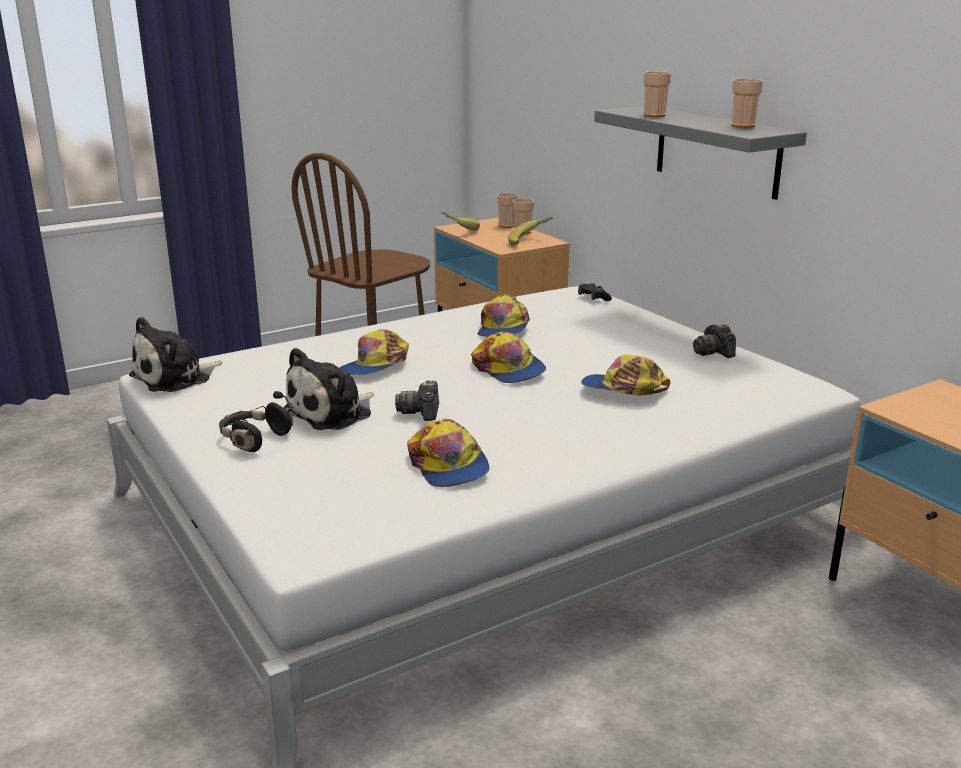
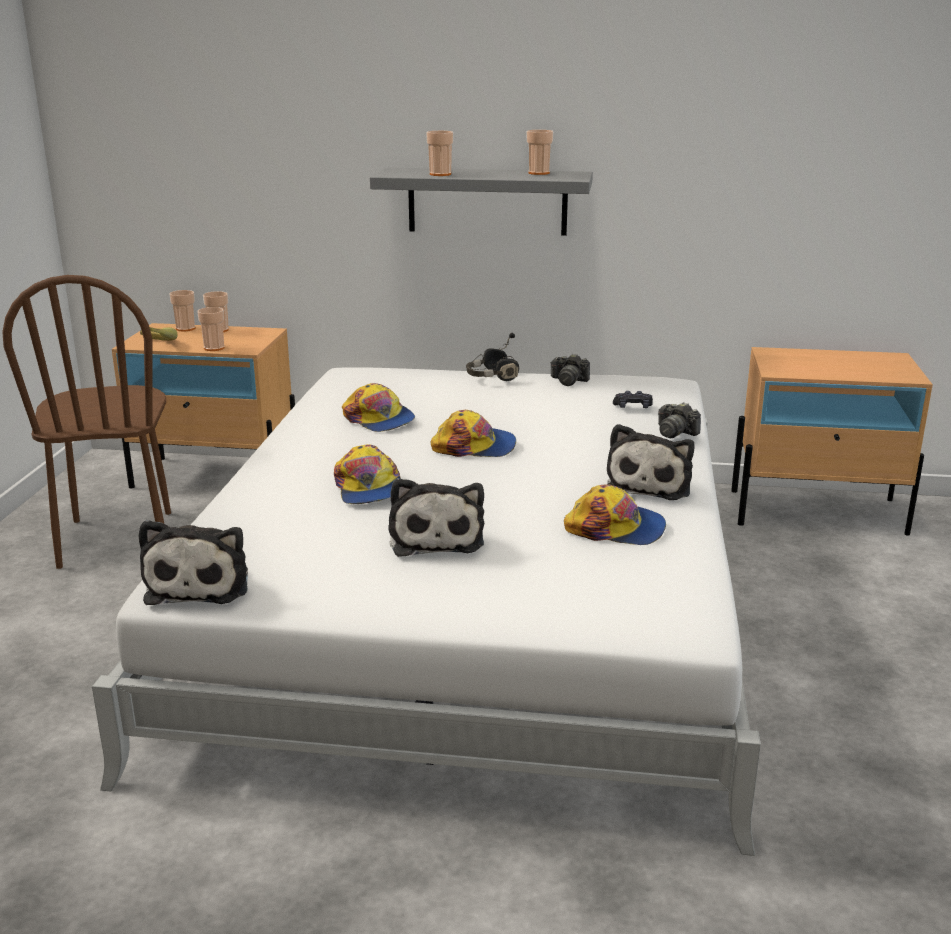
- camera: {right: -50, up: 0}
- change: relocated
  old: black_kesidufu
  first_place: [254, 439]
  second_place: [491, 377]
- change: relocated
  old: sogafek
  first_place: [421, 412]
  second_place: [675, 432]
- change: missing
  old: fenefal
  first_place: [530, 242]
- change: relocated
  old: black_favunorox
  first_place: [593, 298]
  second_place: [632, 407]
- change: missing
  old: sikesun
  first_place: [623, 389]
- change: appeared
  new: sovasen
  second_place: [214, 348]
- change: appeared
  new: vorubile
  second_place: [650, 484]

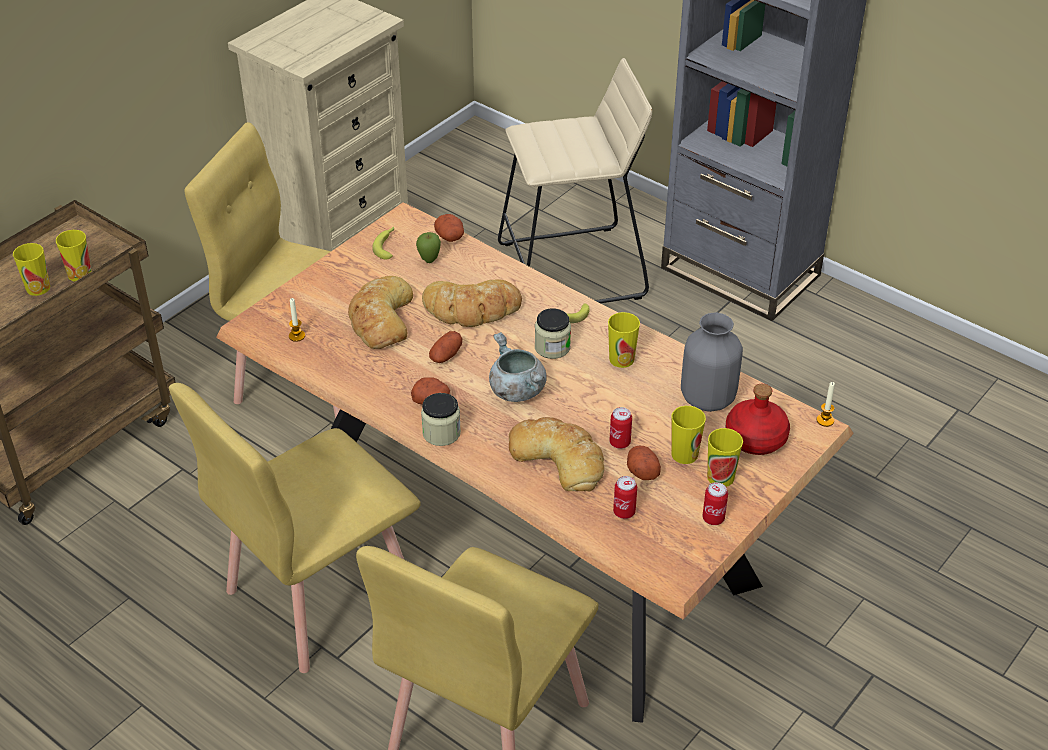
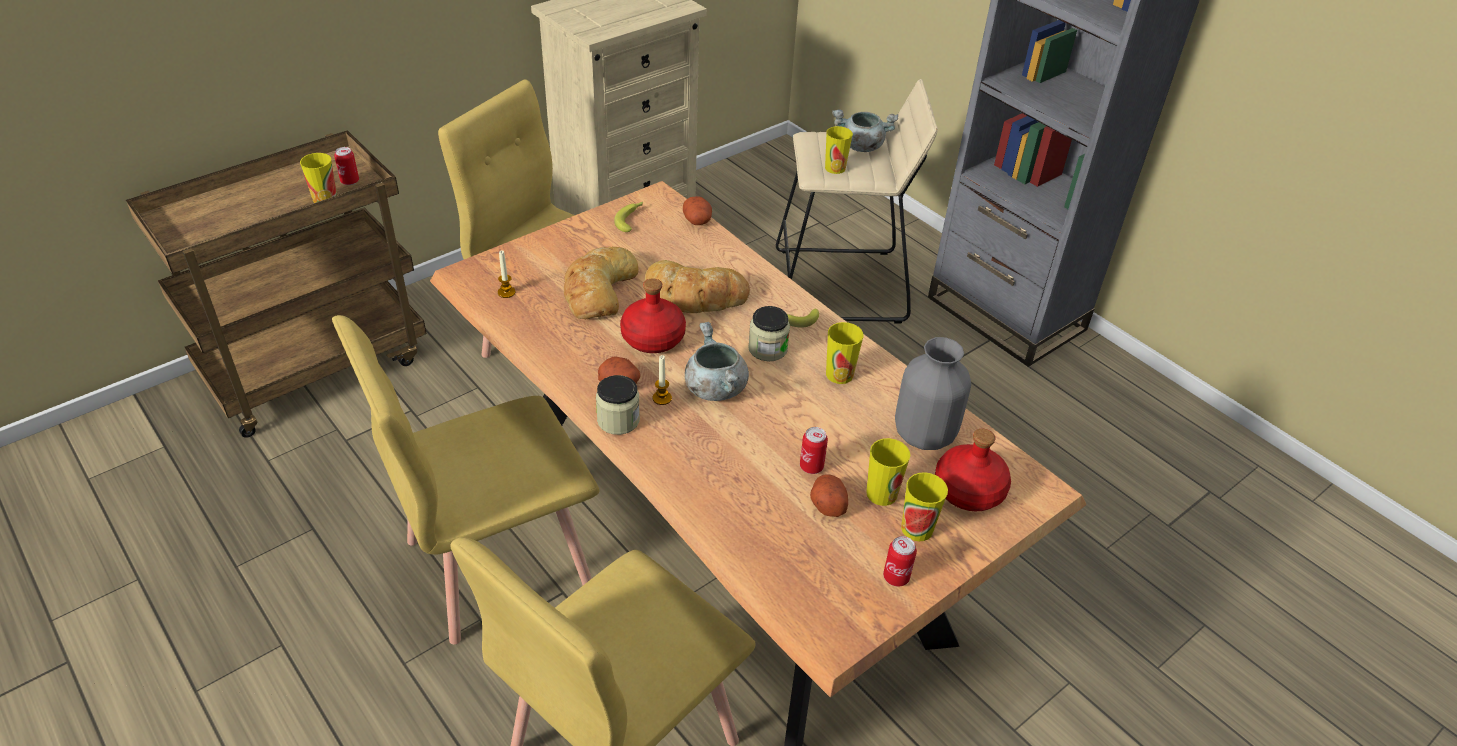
- camera: {right: 10, up: 0}
- change: relocated
  old: sovasen
  first_place: [38, 288]
  second_place: [835, 168]
- change: missing
  old: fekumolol
  first_place: [429, 260]
- change: exchanged
  old: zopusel
  new: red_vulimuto
  first_place: [446, 355]
  second_place: [652, 338]
- change: missing
  old: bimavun
  first_place: [559, 458]
- change: relocated
  old: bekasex
  first_place: [624, 512]
  second_place: [350, 181]
- change: relocated
  old: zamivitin
  first_place: [825, 420]
  second_place: [662, 398]
- change: appeared
  new: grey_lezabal
  second_place: [861, 146]

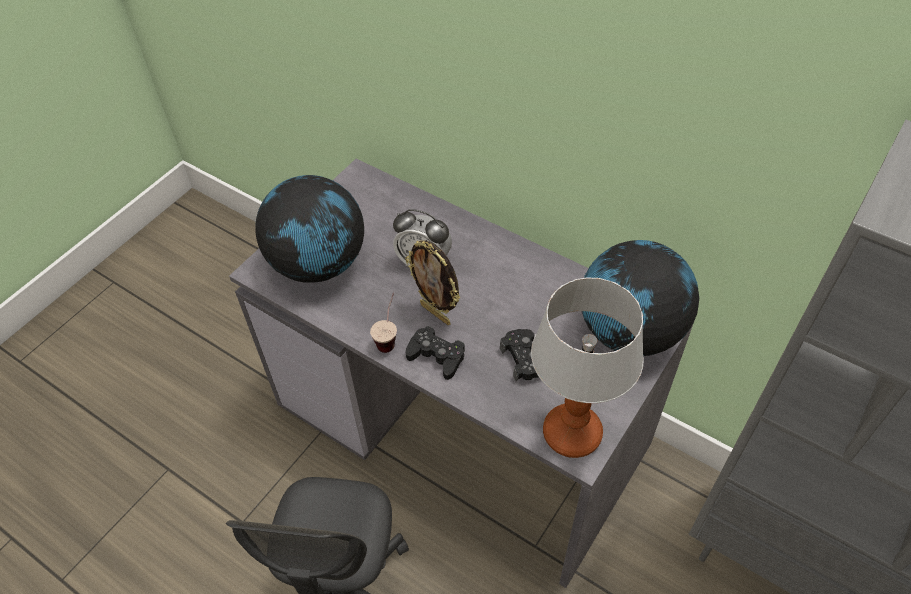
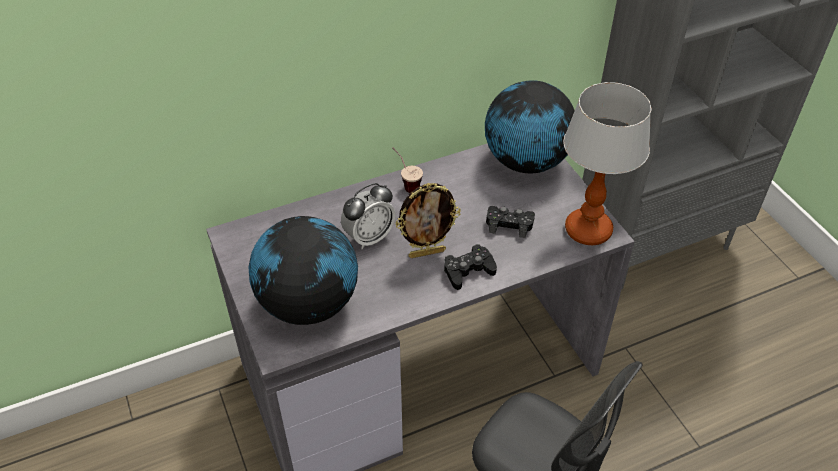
- camera: {right: -60, up: -5}
- change: relocated
  old: sovasen
  first_place: [389, 337]
  second_place: [406, 184]

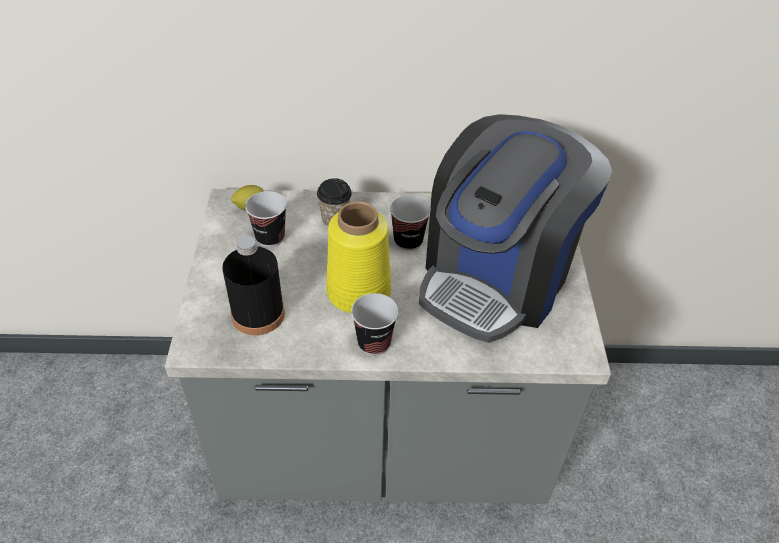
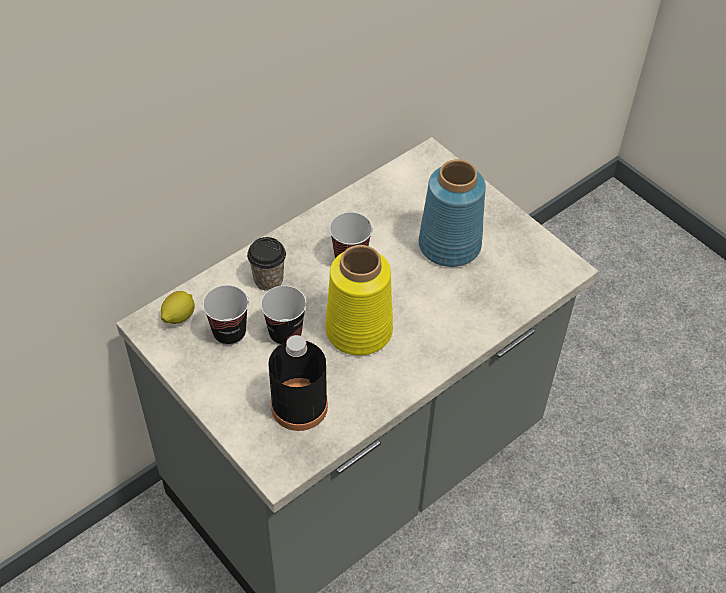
- camera: {right: -40, up: 5}
- change: relocated
  old: sovasen
  first_place: [374, 343]
  second_place: [285, 333]
- change: exchanged
  old: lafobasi
  new: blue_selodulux
  first_place: [498, 276]
  second_place: [450, 244]

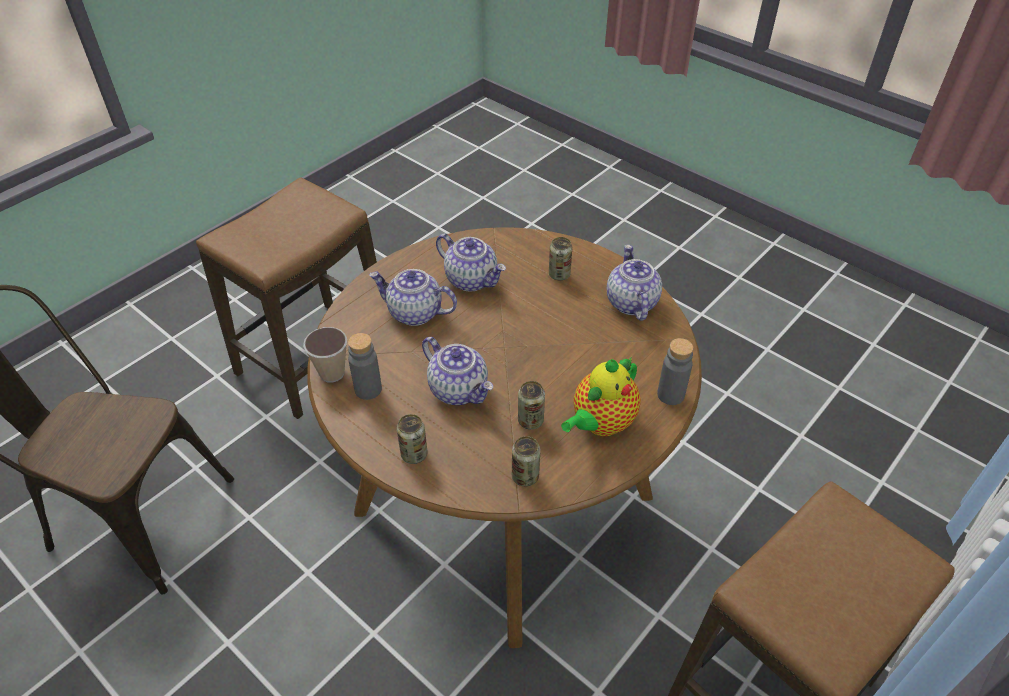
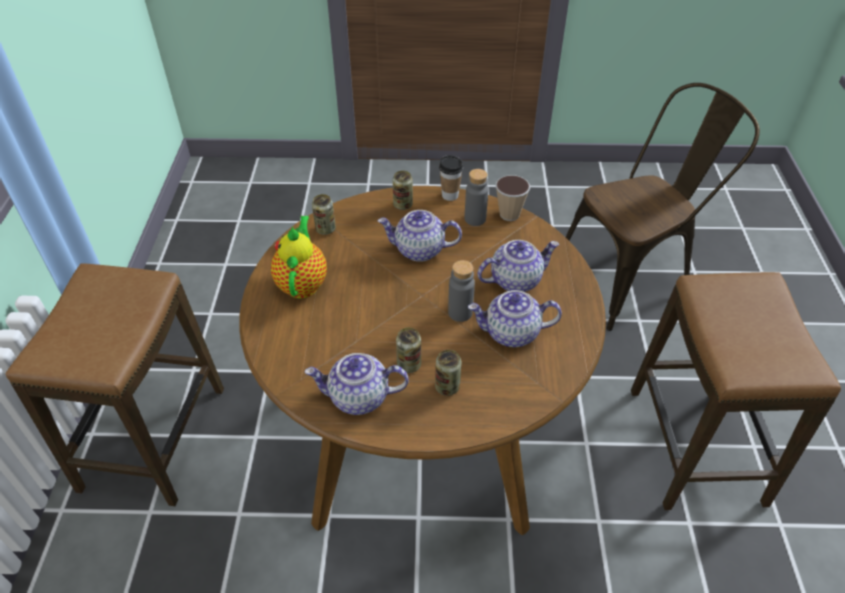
- camera: {right: 140, up: 0}
- change: relocated
  old: bekasex
  first_place: [530, 421]
  second_place: [409, 364]
- change: spun
  old: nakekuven
  first_place: [630, 302]
  second_place: [358, 398]
  degrees: 135
- change: relocated
  old: grey_vulimuto
  first_place: [670, 395]
  second_place: [460, 312]
- change: appeared
  new: sovasen
  second_place: [450, 195]

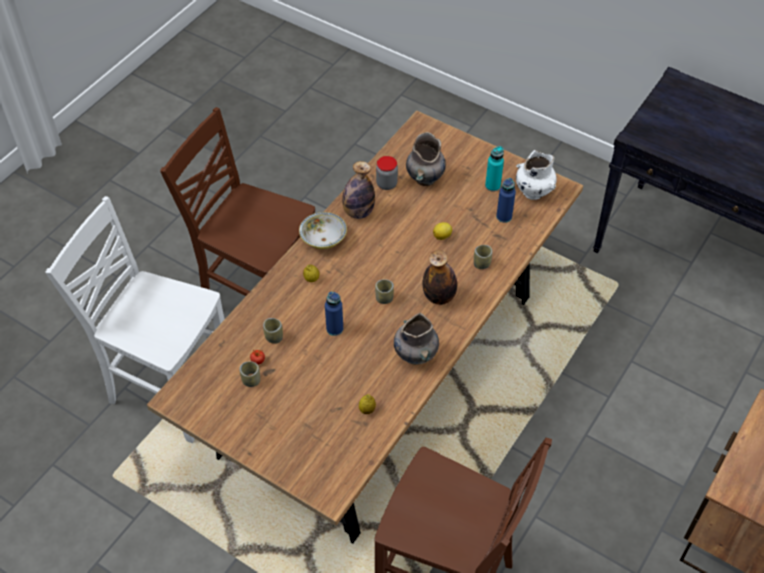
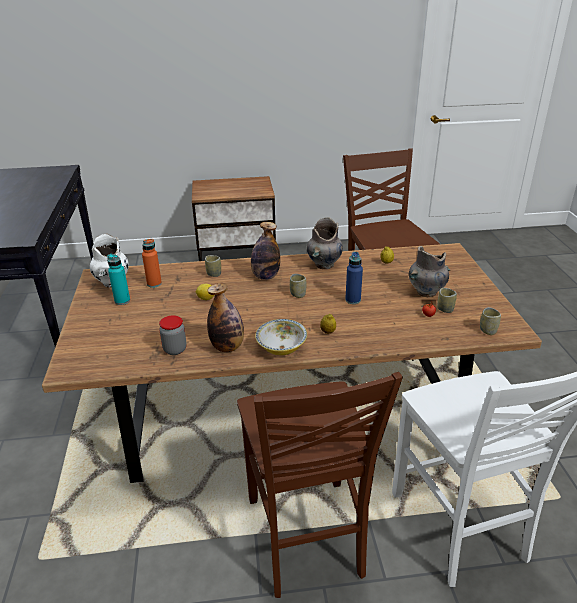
- camera: {right: -130, up: -20}
- change: relocated
  old: sovasen
  first_place: [274, 337]
  second_place: [488, 330]
- change: relocated
  old: grey_selodulux
  first_place: [425, 179]
  second_place: [426, 292]
- change: colour
  old: blue_vulimuto
  new: orange_vulimuto
  first_place: [504, 217]
  second_place: [154, 284]

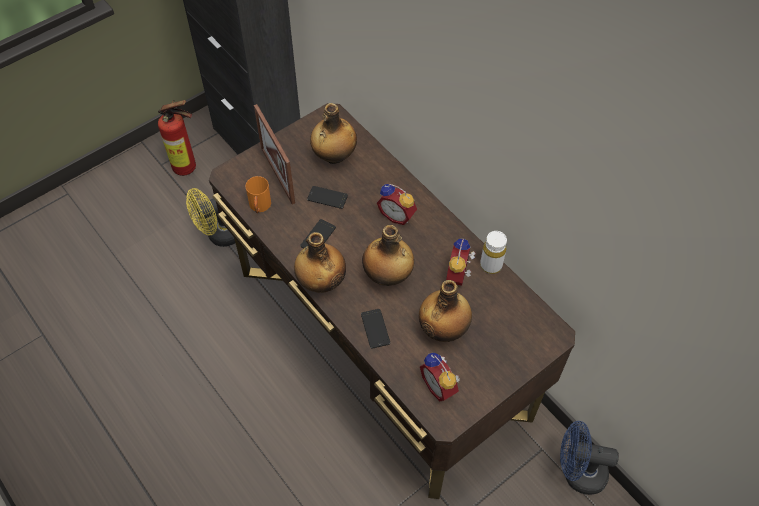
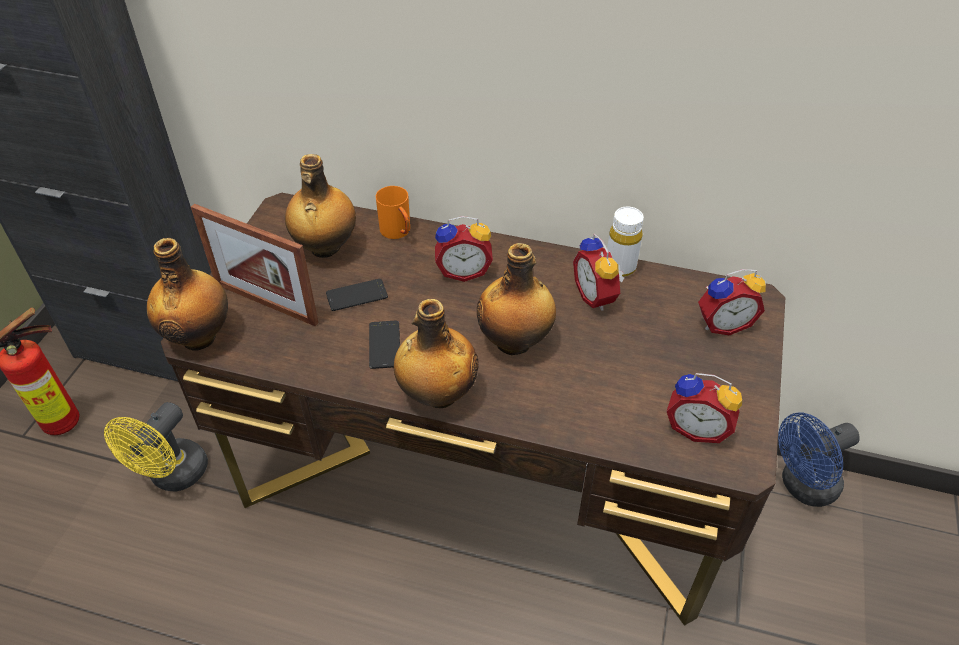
- camera: {right: -35, up: -10}
- change: relocated
  old: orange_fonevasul
  first_place: [260, 207]
  second_place: [398, 233]
- change: missing
  old: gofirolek
  first_place: [375, 328]
- change: relocated
  old: vulimuto
  first_place: [443, 329]
  second_place: [199, 336]
- change: appeared
  new: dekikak
  second_place: [723, 323]

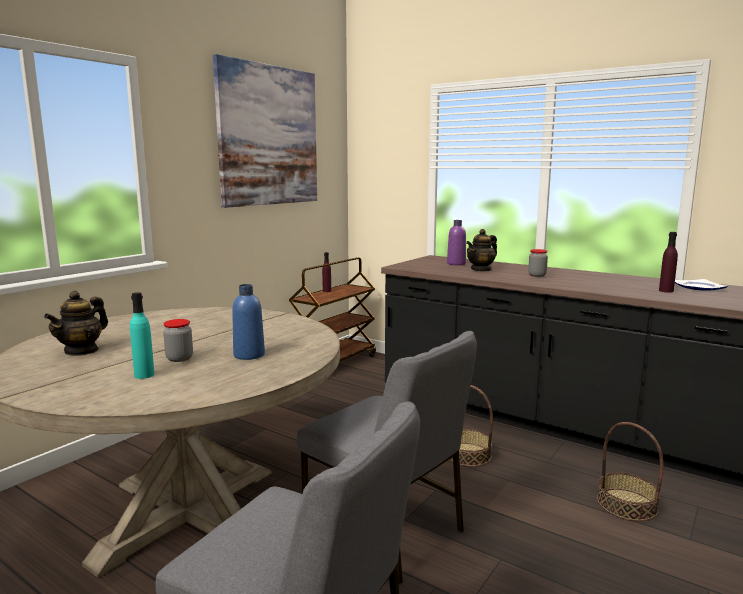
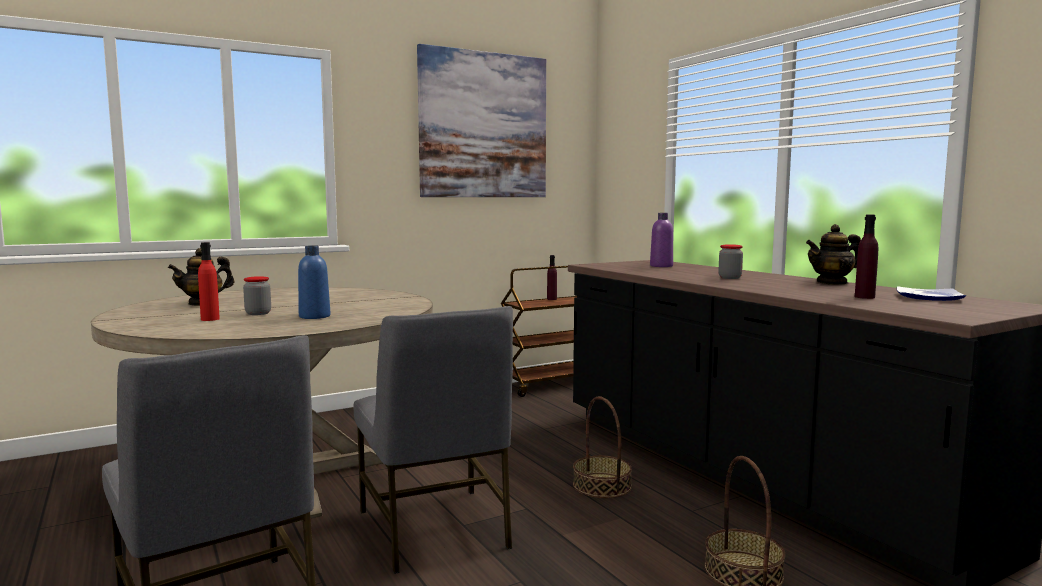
- camera: {right: 25, up: -5}
- change: colour
  old: turquoise_vulimuto
  new: red_vulimuto
  first_place: [144, 375]
  second_place: [210, 319]
- change: relocated
  old: nakekuven
  first_place: [481, 269]
  second_place: [832, 283]

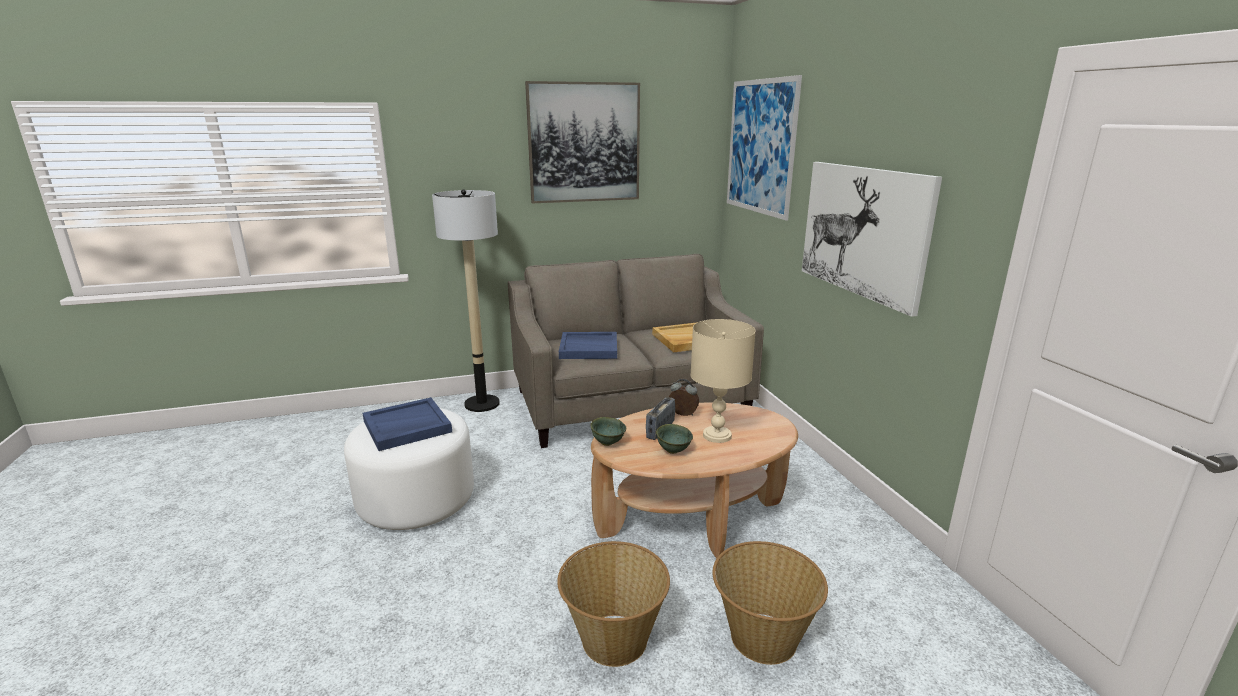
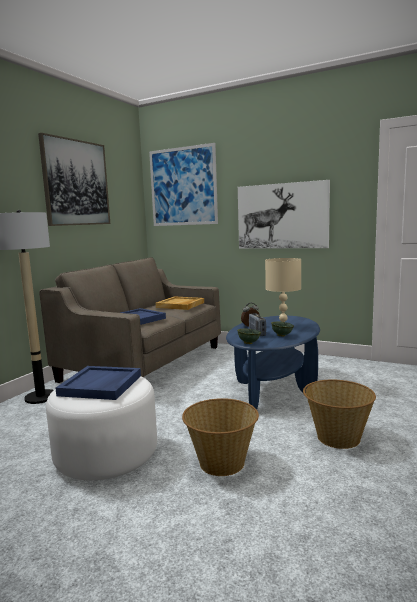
- camera: {right: -45, up: -10}
- change: colour
  old: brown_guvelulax
  new: blue_guvelulax
  first_place: [692, 519]
  second_place: [274, 388]
- change: relocated
  old: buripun
  first_place: [762, 638]
  second_place: [222, 463]

